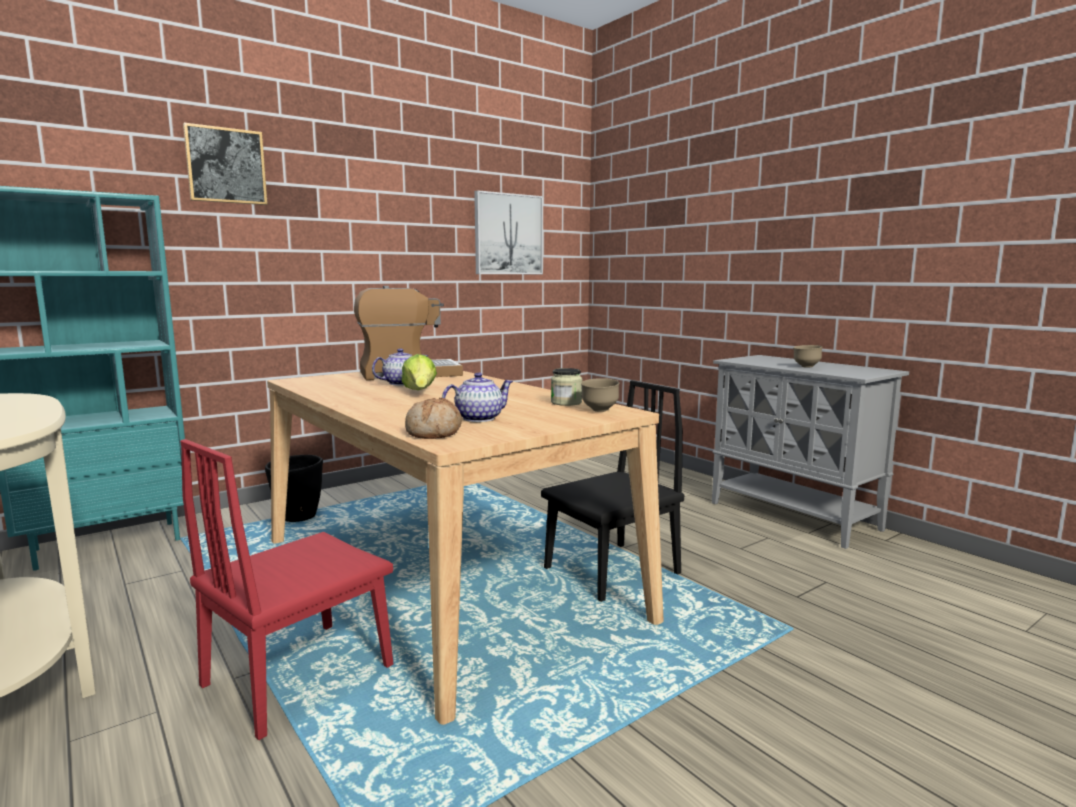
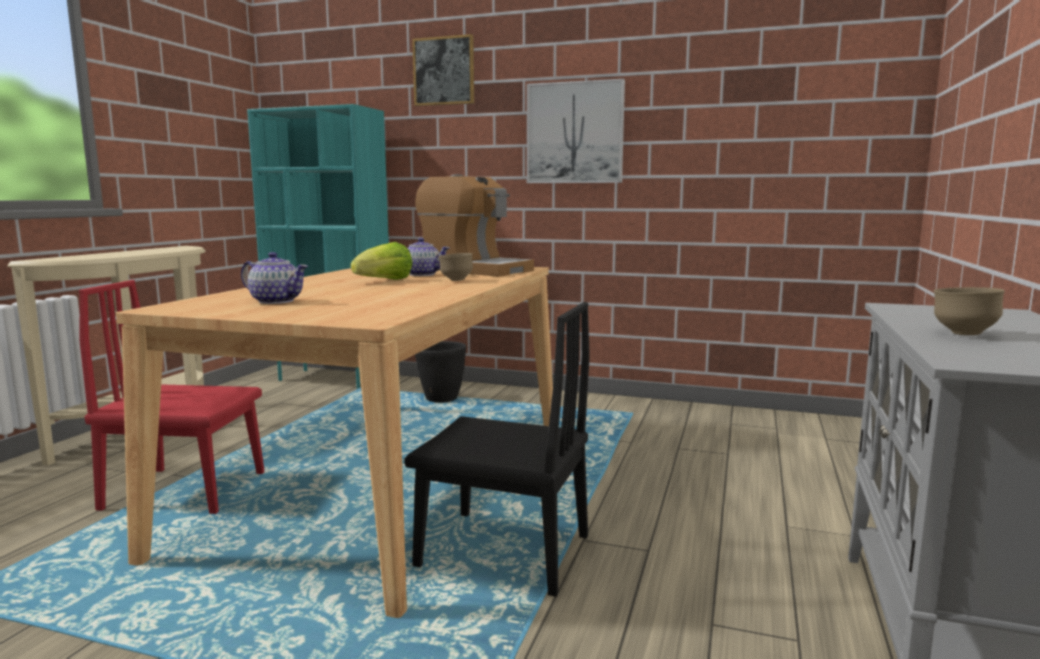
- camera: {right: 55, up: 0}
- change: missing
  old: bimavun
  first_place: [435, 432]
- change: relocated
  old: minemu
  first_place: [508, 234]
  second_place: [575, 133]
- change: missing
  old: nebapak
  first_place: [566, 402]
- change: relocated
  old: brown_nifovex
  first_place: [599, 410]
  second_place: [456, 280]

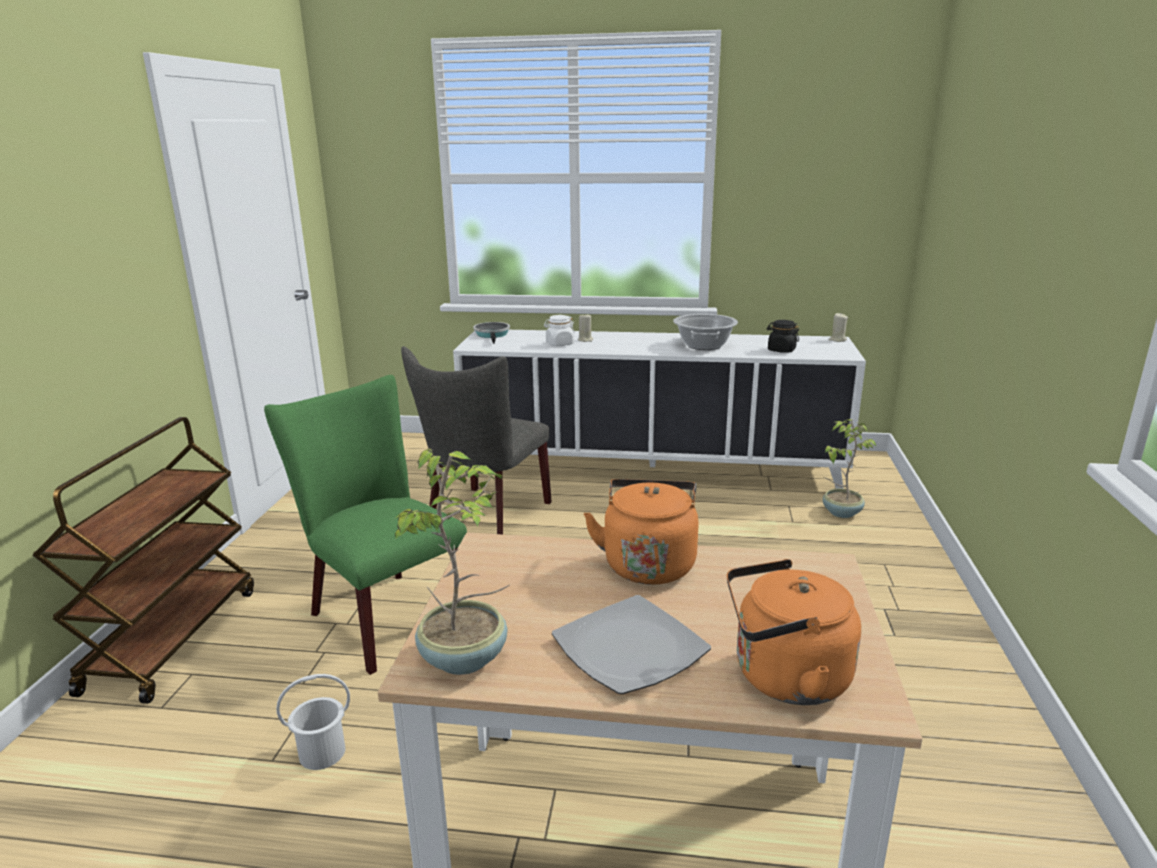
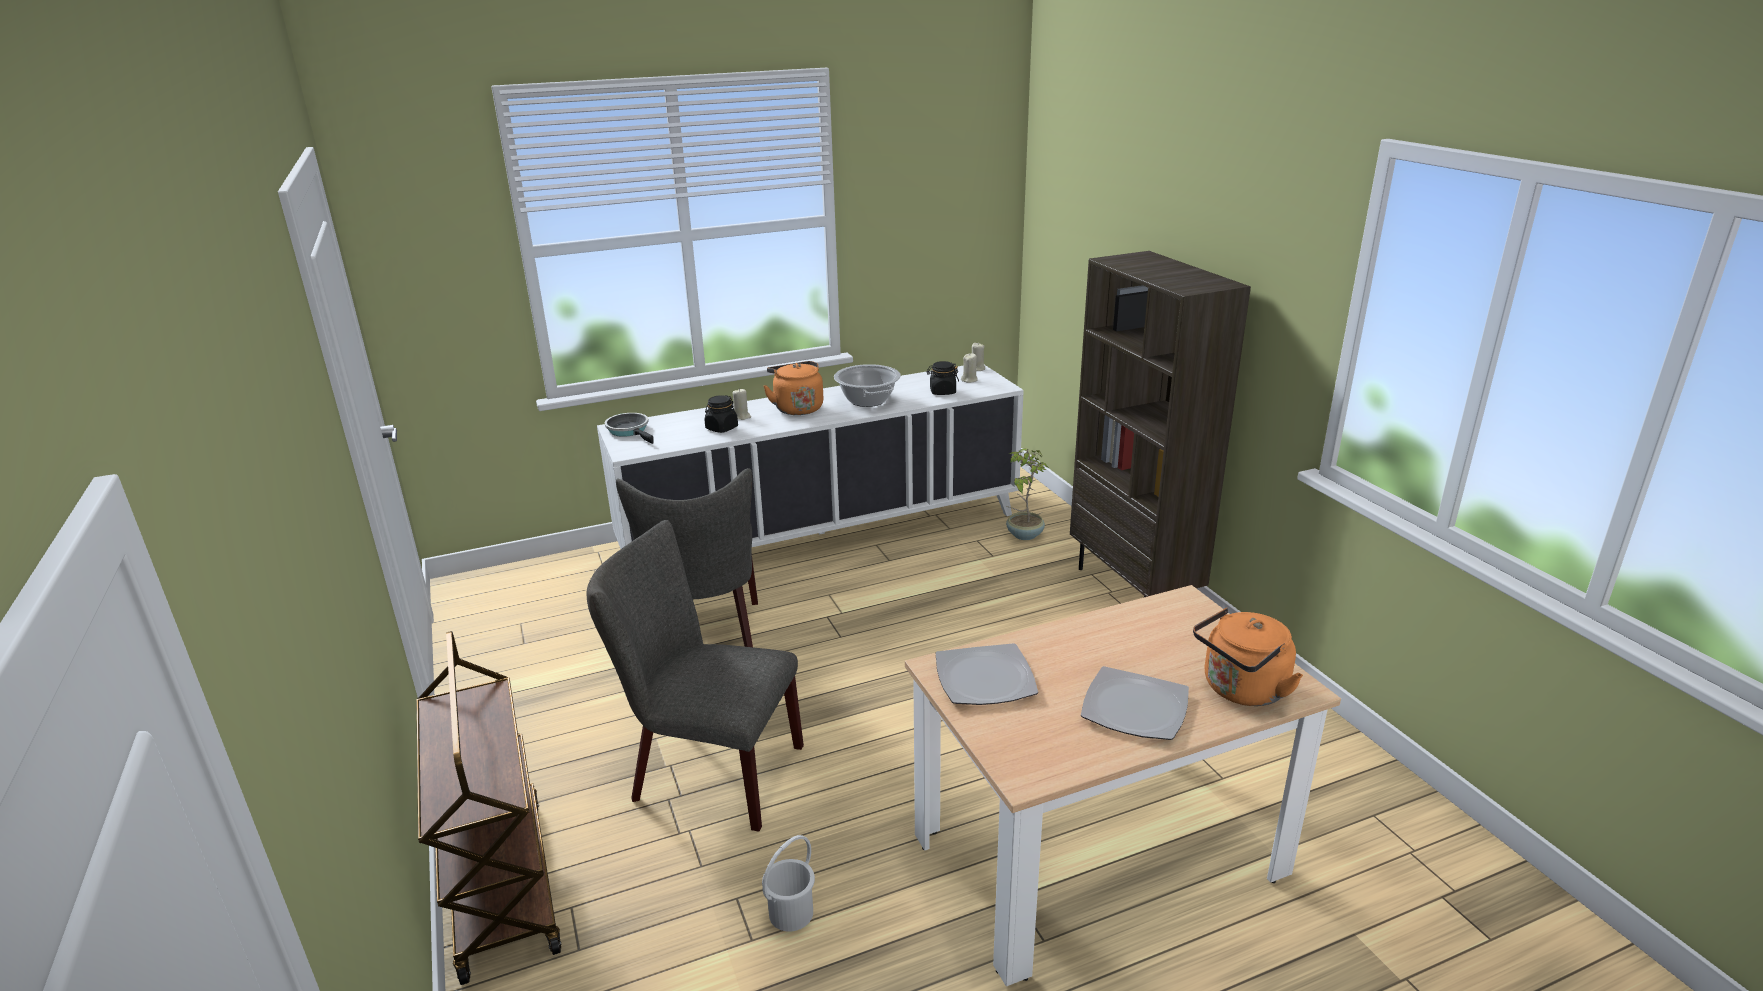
- camera: {right: -30, up: 5}
- change: colour
  old: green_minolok
  new: grey_minolok
  first_place: [382, 614]
  second_place: [707, 772]
- change: missing
  old: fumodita
  first_place: [466, 658]
- change: colour
  old: white_nebapak
  new: black_nebapak
  first_place: [559, 344]
  second_place: [721, 428]
- change: relocated
  old: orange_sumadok
  first_place: [648, 563]
  second_place: [797, 408]
- change: appeared
  new: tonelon
  second_place: [984, 679]
- change: appeared
  new: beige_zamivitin
  second_place: [969, 380]
- change: appeared
  new: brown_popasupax
  second_place: [1134, 589]

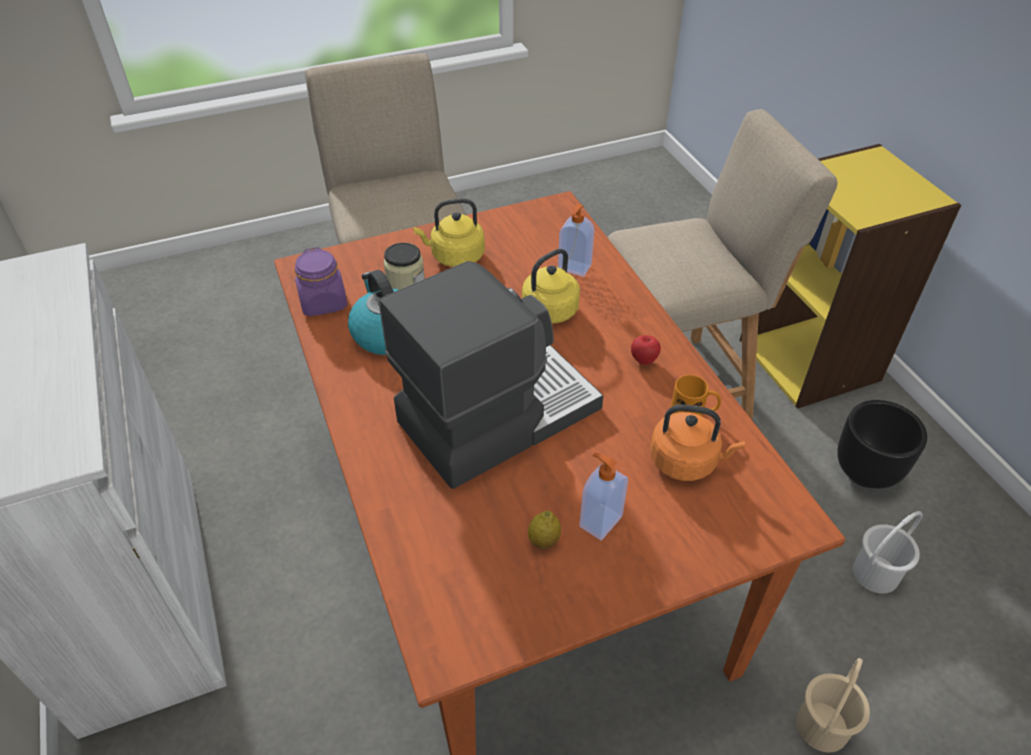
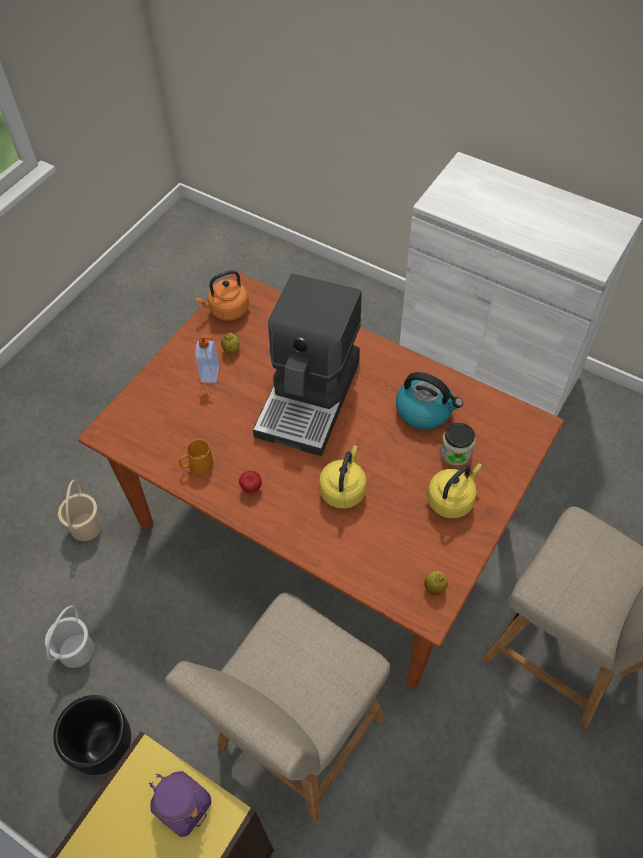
- camera: {right: 145, up: 10}
- change: relocated
  old: purple_nebapak
  first_place: [323, 302]
  second_place: [182, 805]
- change: missing
  old: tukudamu
  first_place: [574, 268]
- change: relocated
  old: orange_sumadok
  first_place: [687, 461]
  second_place: [227, 310]
- change: appeared
  new: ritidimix
  second_place: [434, 587]

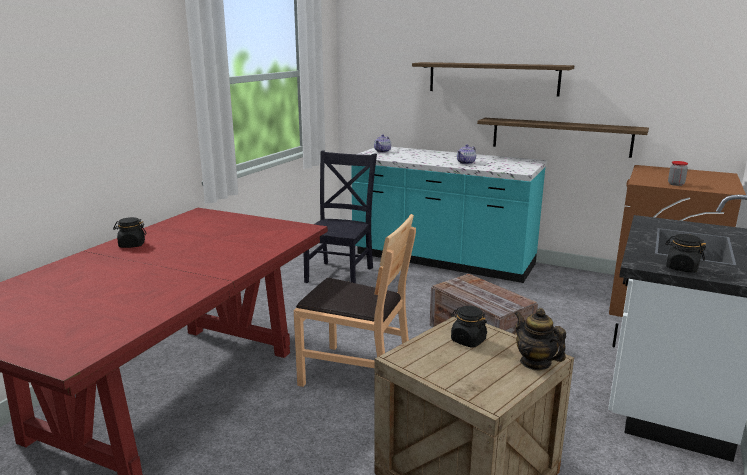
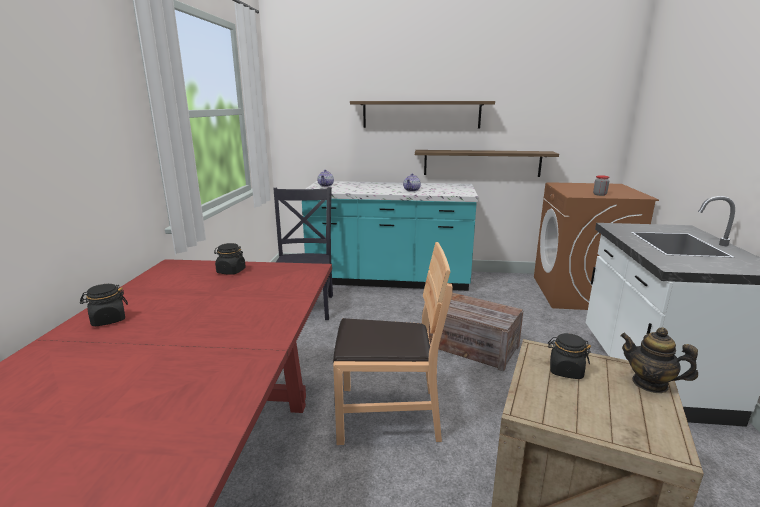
- camera: {right: -20, up: 0}
- change: relocated
  old: black_nebapak
  first_place: [681, 268]
  second_place: [231, 271]

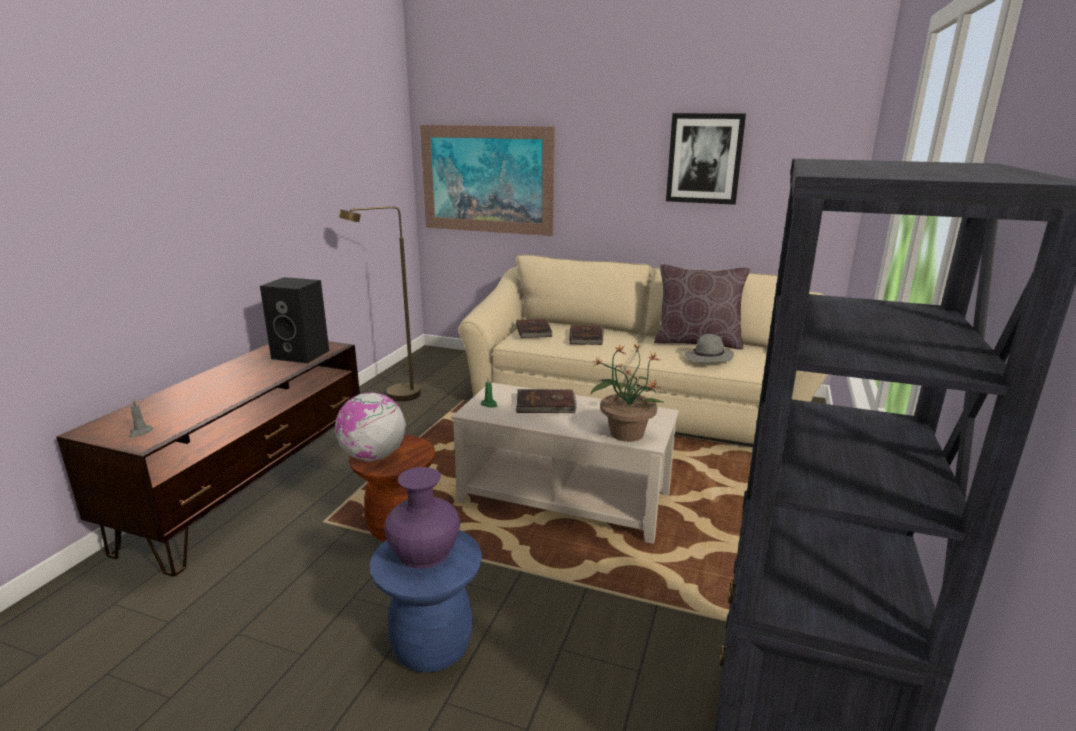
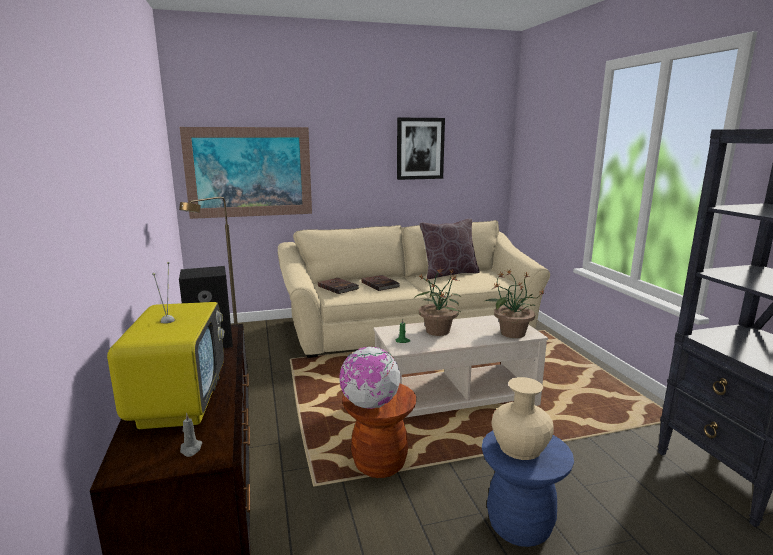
- camera: {right: -35, up: -5}
- change: colour
  old: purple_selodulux
  new: beige_selodulux
  first_place: [424, 552]
  second_place: [520, 447]
- change: exchanged
  old: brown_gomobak
  new: fumodita
  first_place: [546, 404]
  second_place: [437, 331]
- change: missing
  old: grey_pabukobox
  first_place: [708, 358]
- change: appeared
  new: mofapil
  second_place: [179, 403]

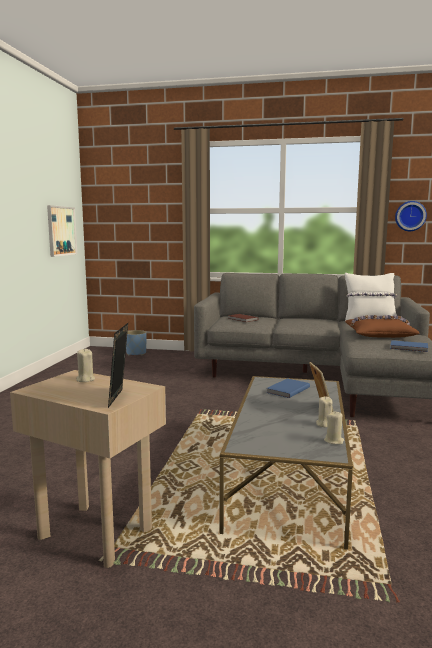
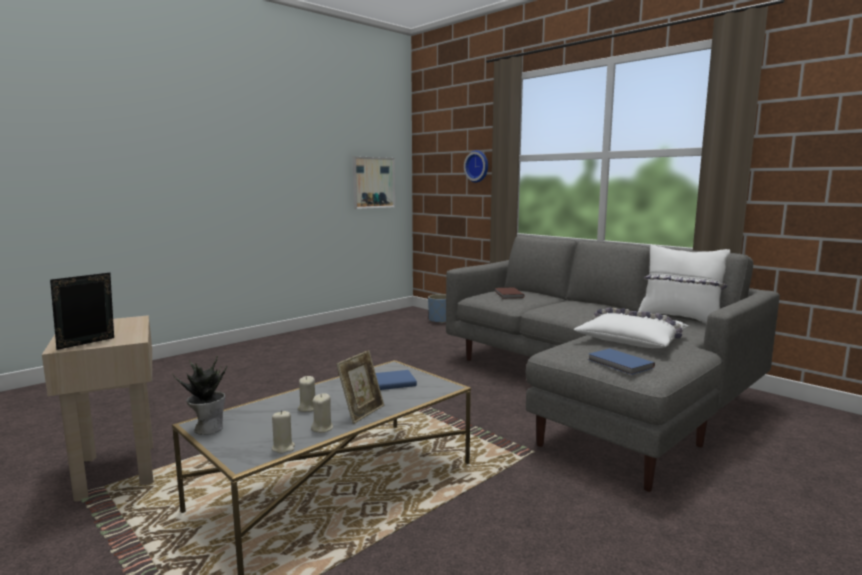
- camera: {right: 35, up: 0}
- change: relocated
  old: beige_zamivitin
  first_place: [85, 379]
  second_place: [307, 408]
- change: colour
  old: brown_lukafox
  new: white_lukafox
  first_place: [379, 334]
  second_place: [632, 339]
- change: relocated
  old: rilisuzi
  first_place: [410, 216]
  second_place: [478, 166]
- change: appeared
  new: fumodita
  second_place: [208, 428]

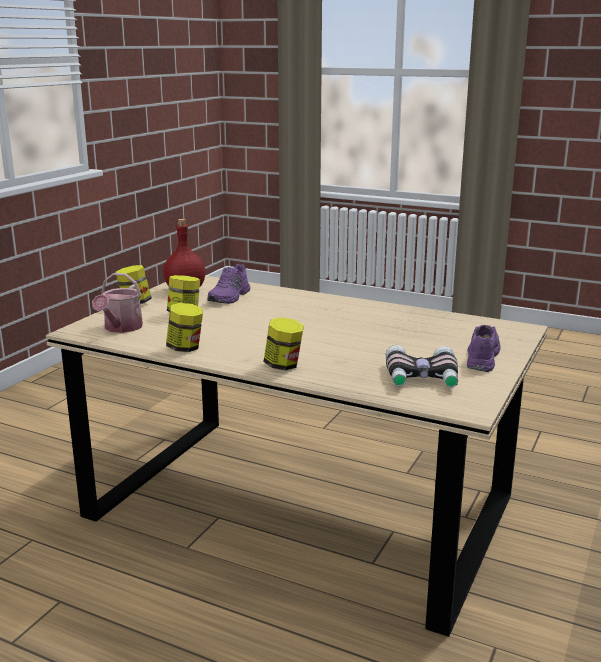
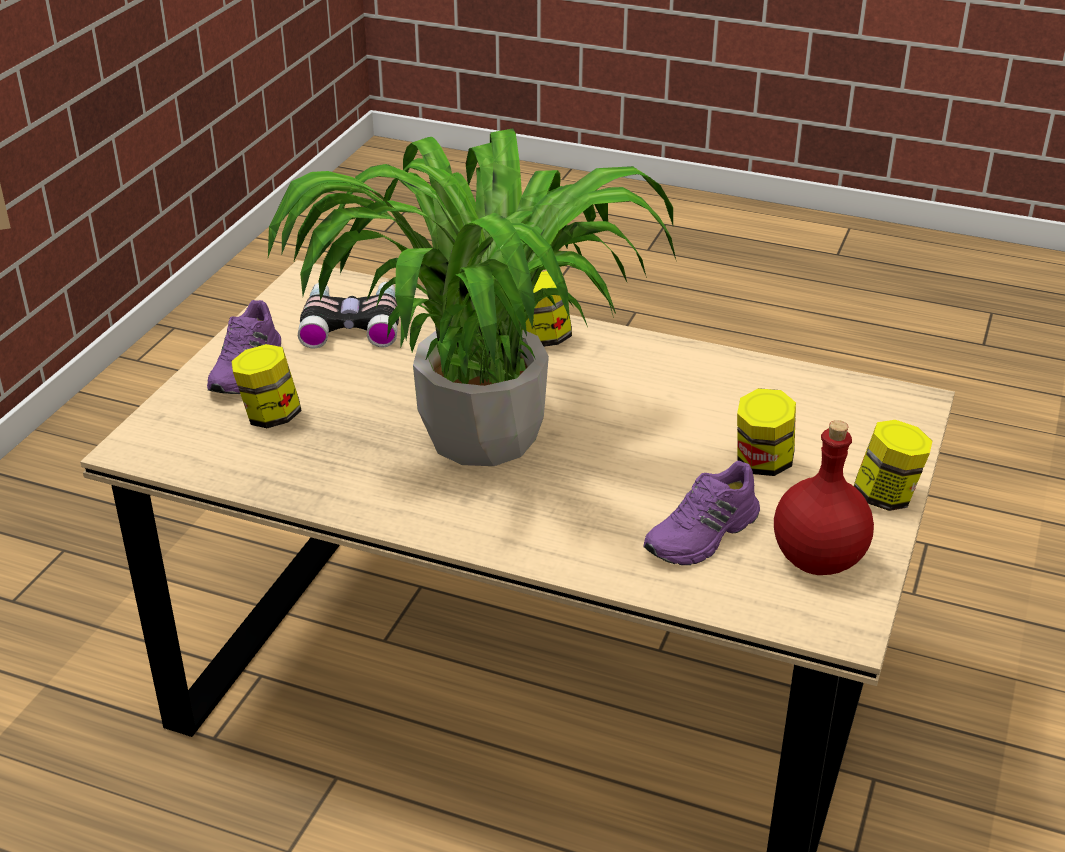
- camera: {right: 175, up: 15}
- change: missing
  old: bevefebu
  first_place: [121, 328]
- change: relocated
  old: nebapak
  first_place: [185, 348]
  second_place: [270, 416]
- change: spun
  old: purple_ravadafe
  first_place: [230, 297]
  second_place: [703, 535]
  degrees: -150
- change: appeared
  new: fumodita
  second_place: [485, 434]

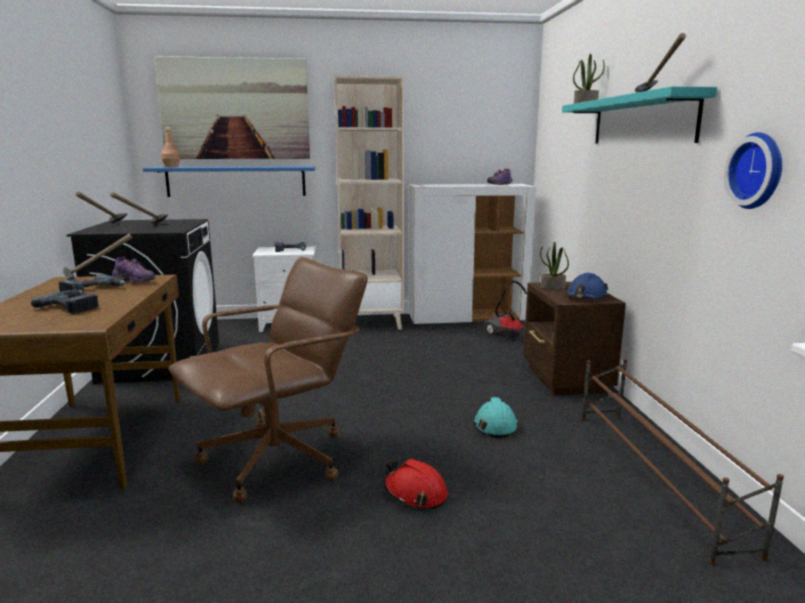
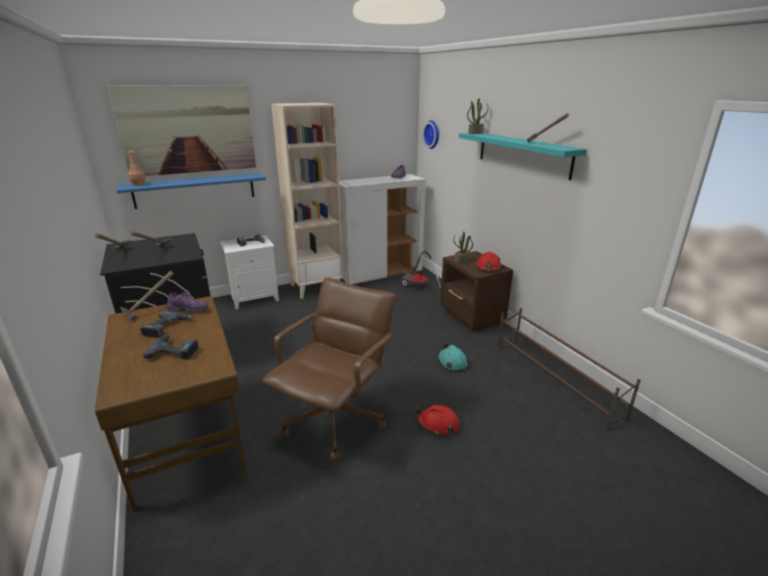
- camera: {right: -20, up: 10}
- change: colour
  old: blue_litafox
  new: red_litafox
  first_place: [586, 297]
  second_place: [488, 268]
- change: relocated
  old: rilisuzi
  first_place: [759, 171]
  second_place: [433, 134]

